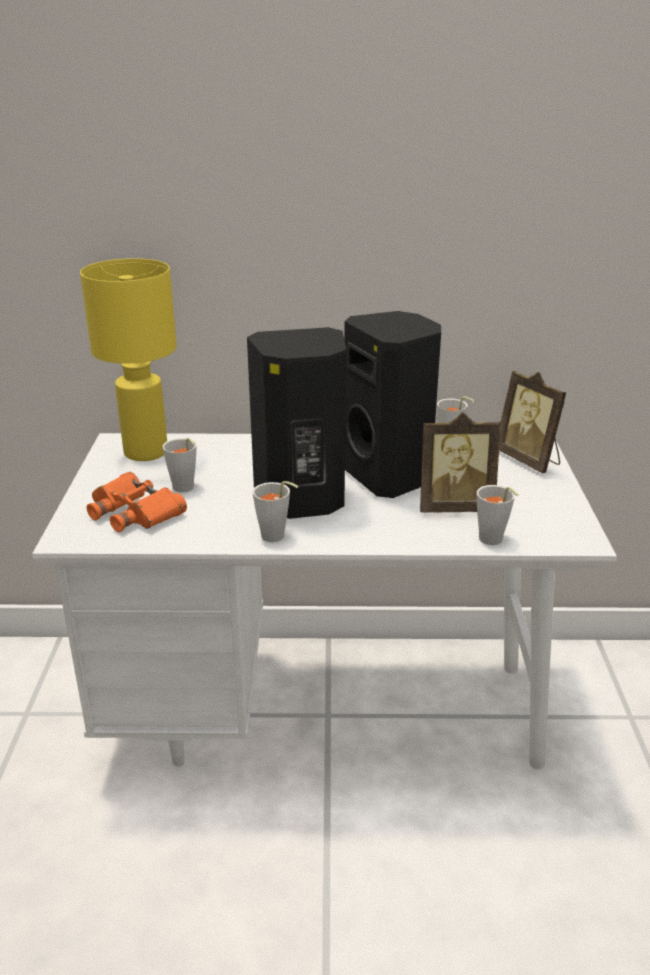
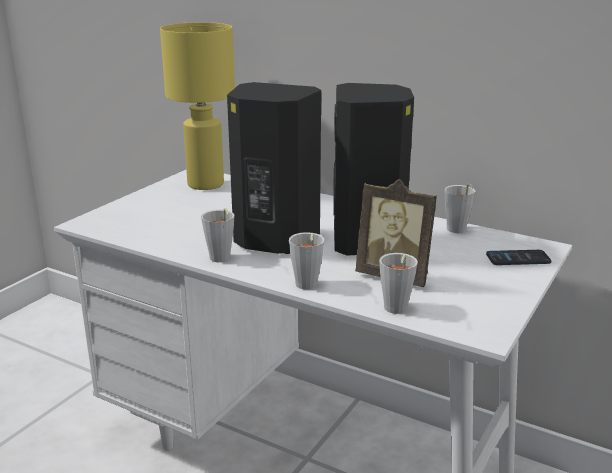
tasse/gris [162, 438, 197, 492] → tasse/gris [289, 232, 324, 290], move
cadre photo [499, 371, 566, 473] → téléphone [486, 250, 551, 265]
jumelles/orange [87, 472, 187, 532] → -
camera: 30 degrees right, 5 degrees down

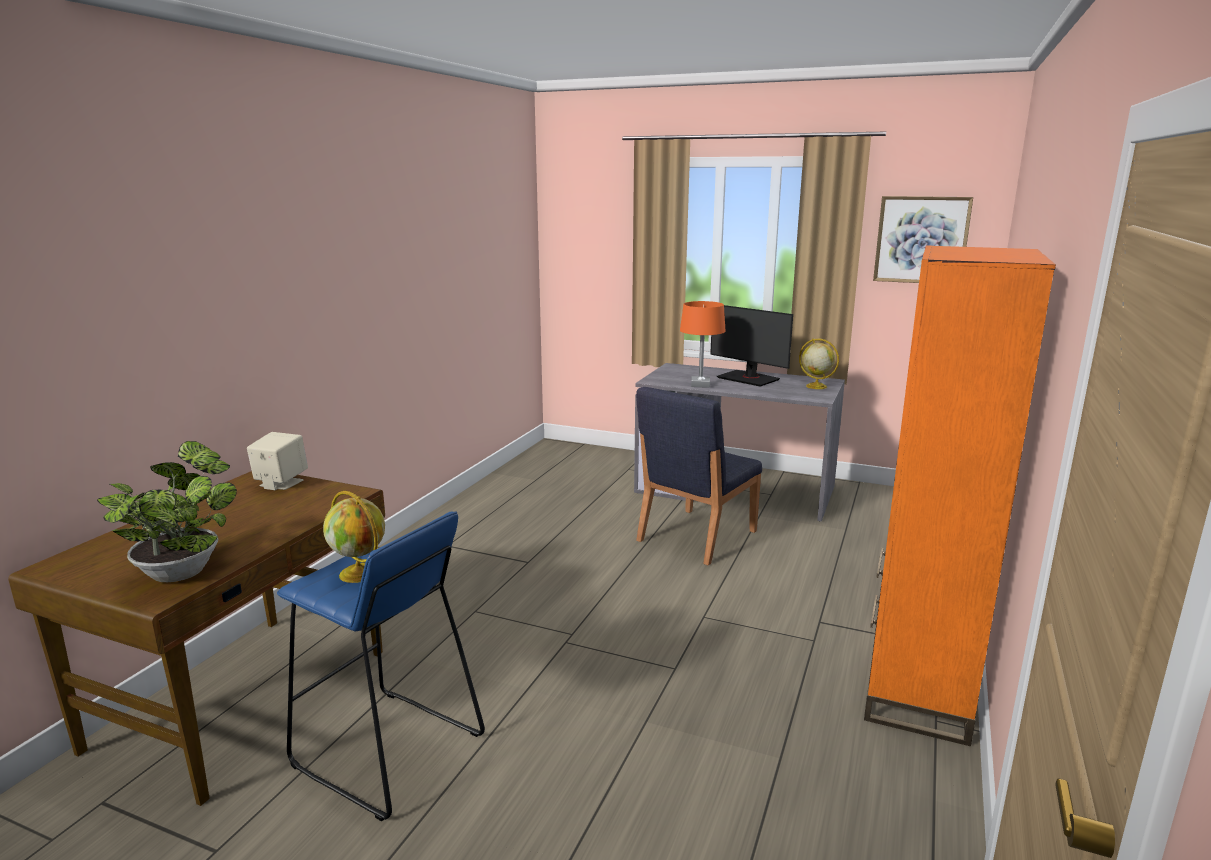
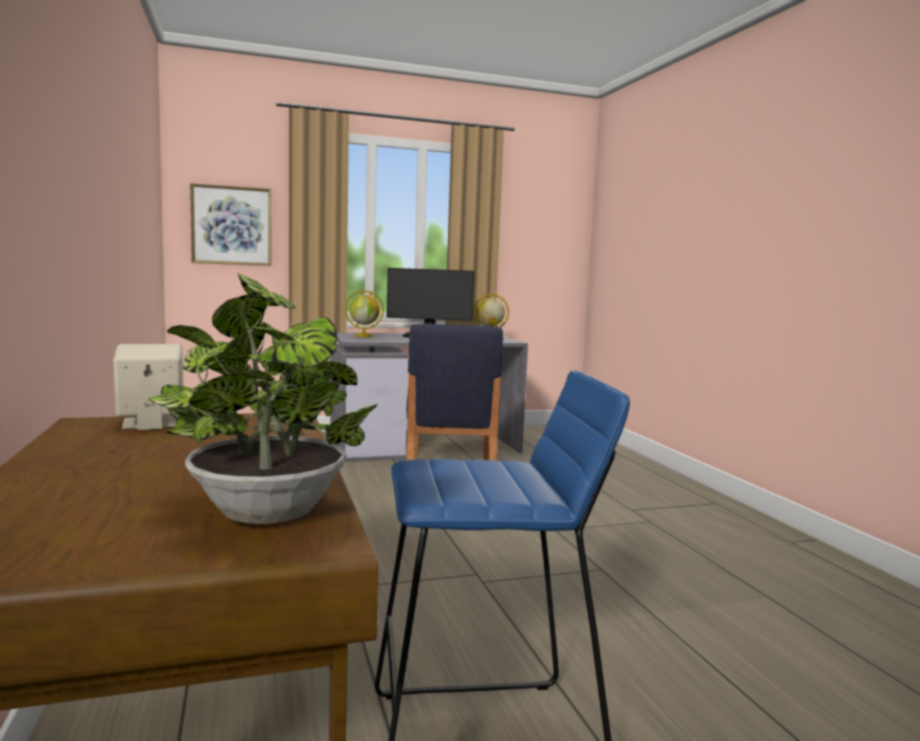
tableau [873, 196, 973, 283] → tableau [190, 183, 272, 266], move
globe [323, 491, 385, 583] → globe [345, 290, 384, 337], move
lampe de table/orange [680, 301, 726, 388] → -
bibliothèque/orange [864, 245, 1056, 746] → -
camera: 40 degrees left, 10 degrees down

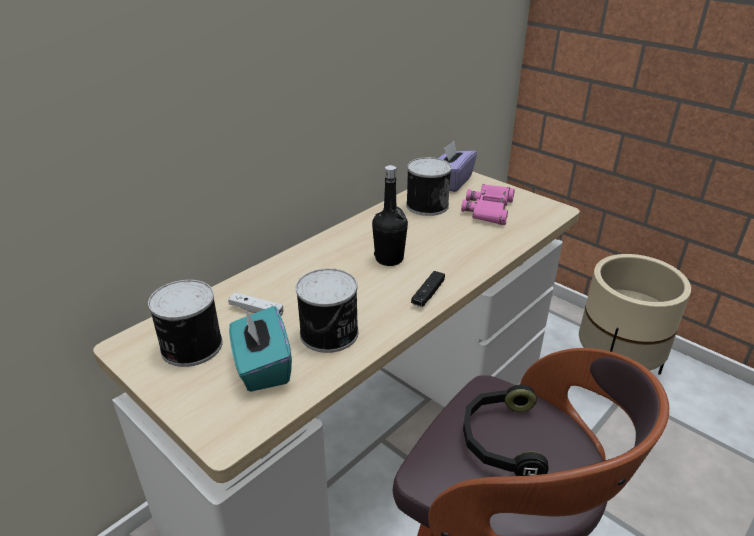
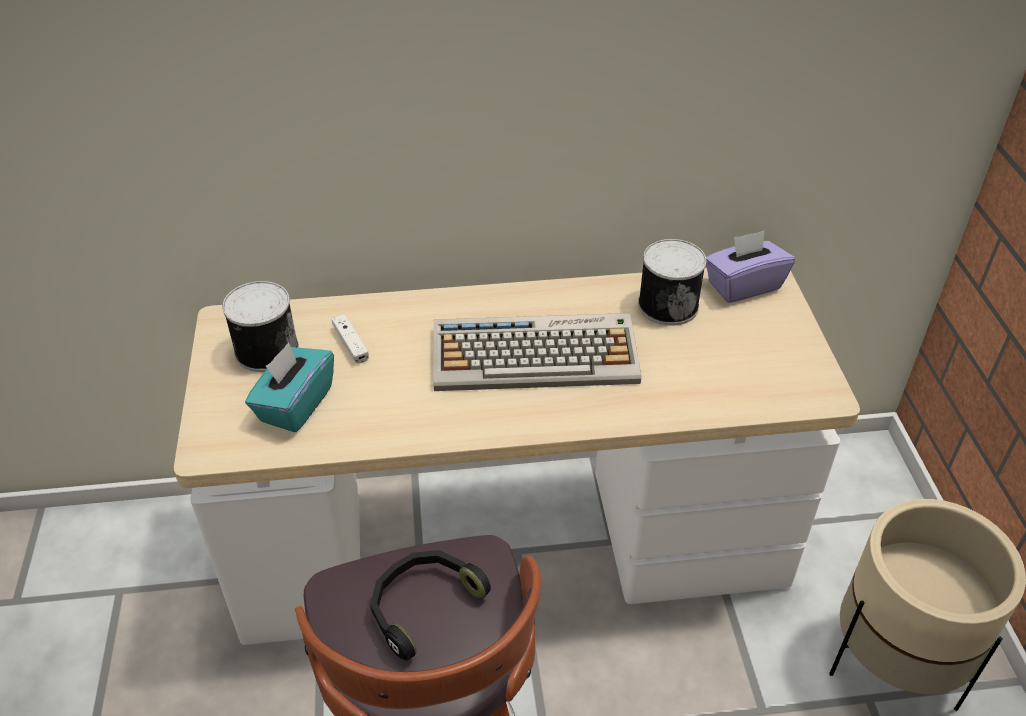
bouteille/noir [372, 165, 408, 266] → clavier [433, 313, 641, 391]
boîte métallique [296, 268, 359, 353] → -
manette/noir [411, 271, 445, 307] → -
jumelles/rose [461, 184, 515, 225] → -
camera: 40 degrees right, 10 degrees up

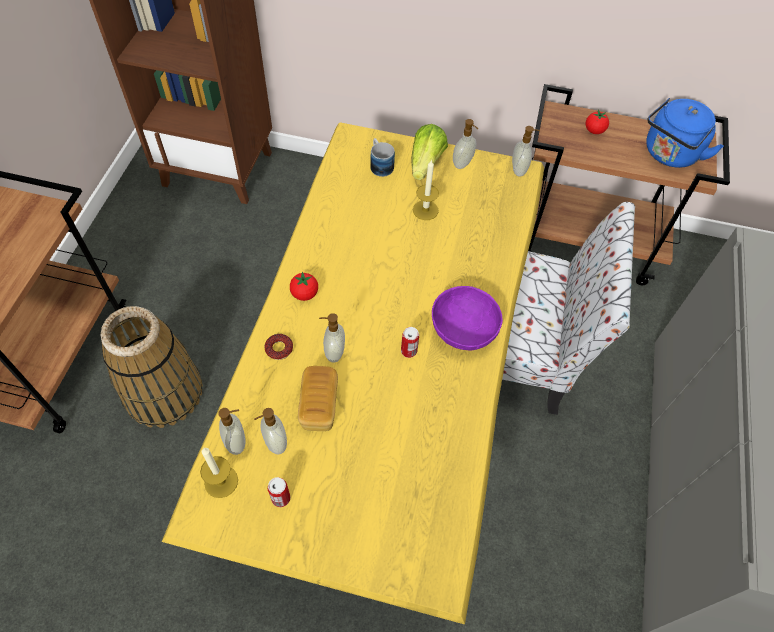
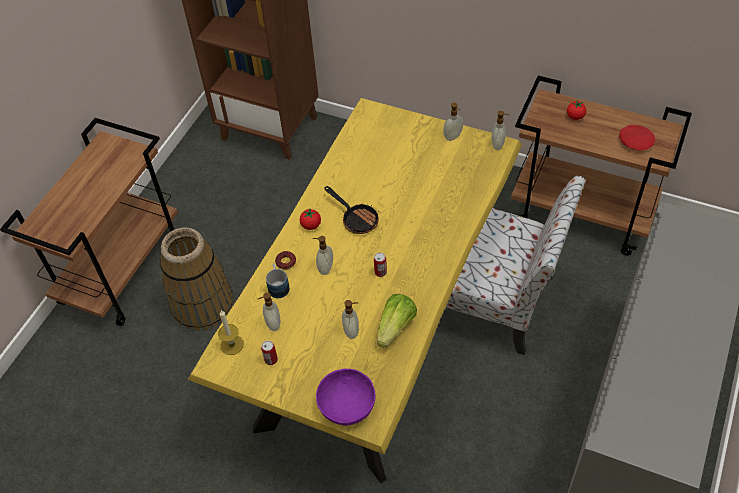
mug [370, 138, 395, 177] → mug [266, 263, 290, 298], move
bol/violet [432, 286, 503, 350] → bol/violet [316, 369, 376, 426], move
- → poêle [324, 186, 379, 234]
distributeur de savon [218, 408, 245, 455] → distributeur de savon [342, 300, 359, 339], move
laitue [411, 124, 448, 180] → laitue [377, 294, 417, 348], move
bouilloire/bleu [646, 98, 724, 168] → assiette/rouge [619, 125, 655, 150]
pain [298, 366, 338, 431] → -
bougie [413, 159, 439, 220] → -
camera: 15 degrees right, 5 degrees down

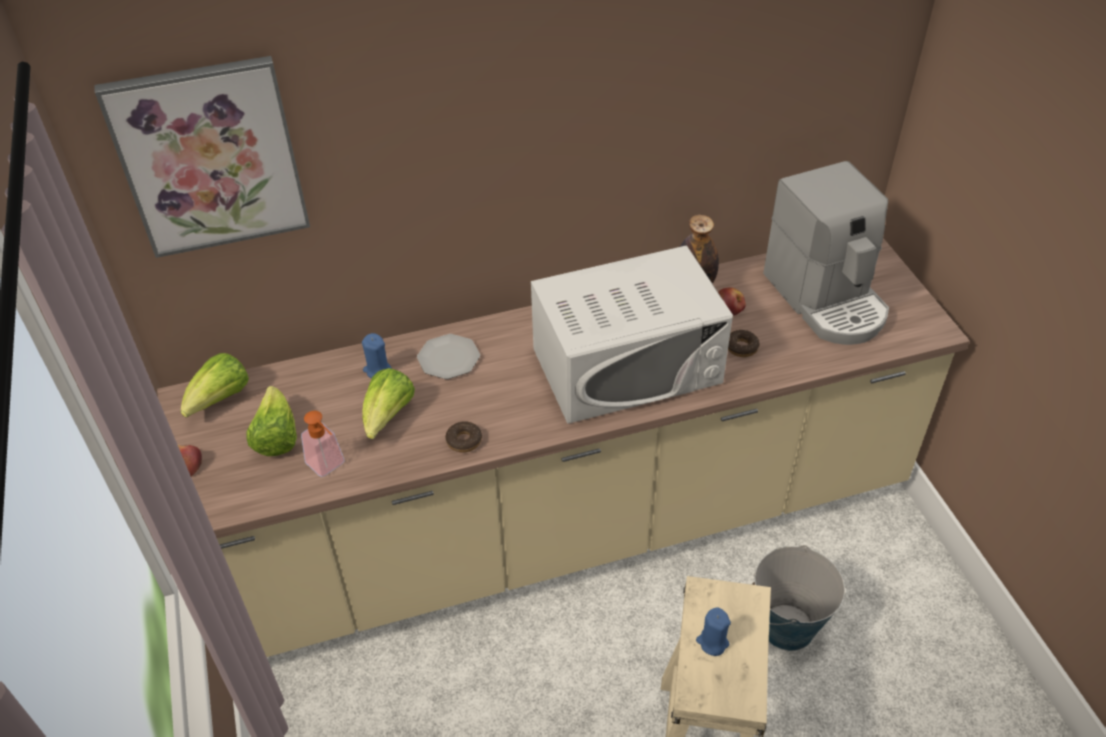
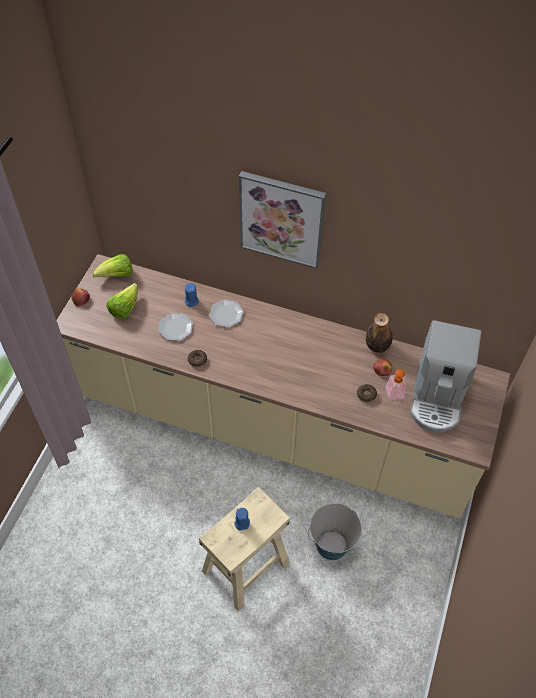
laitue [362, 368, 415, 439] → assiette [158, 313, 193, 341]
tableau [94, 56, 310, 258] → tableau [239, 171, 326, 269], move
distributeur de savon [301, 410, 345, 477] → distributeur de savon [386, 369, 406, 400], move
micro-ondes/blanc [531, 245, 733, 424] → -
camera: 35 degrees right, 10 degrees up

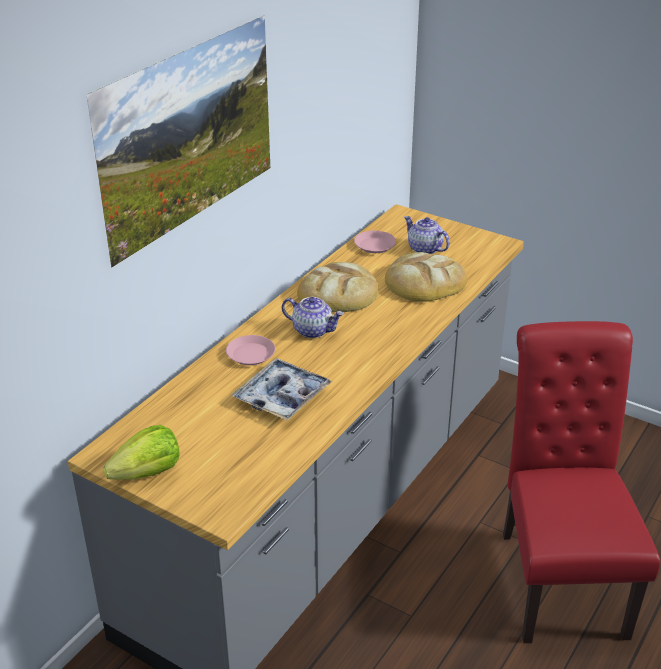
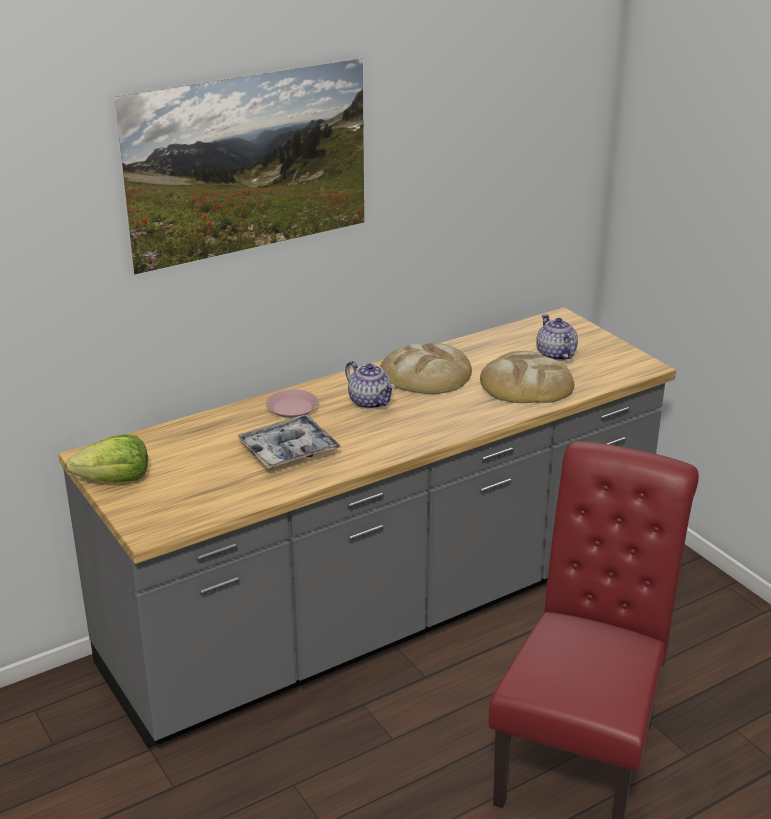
assiette/rose [354, 231, 396, 253] → -
camera: 25 degrees right, 5 degrees down

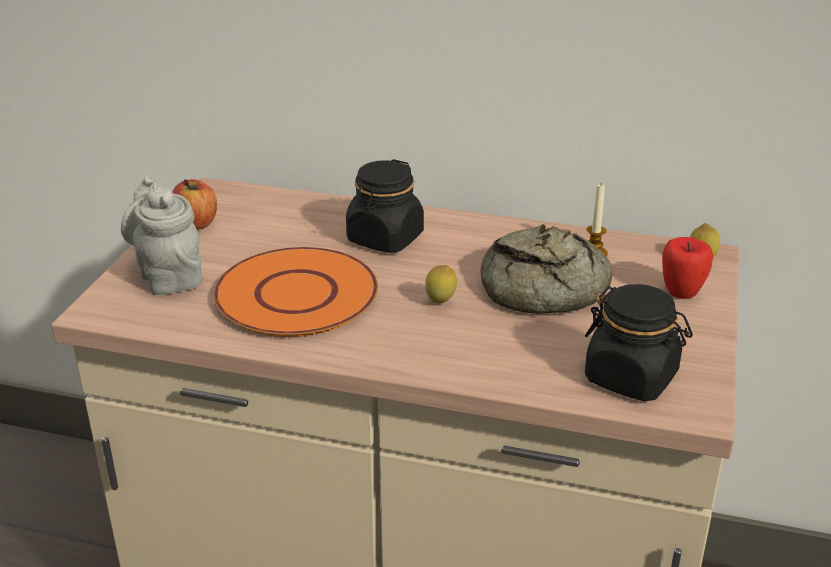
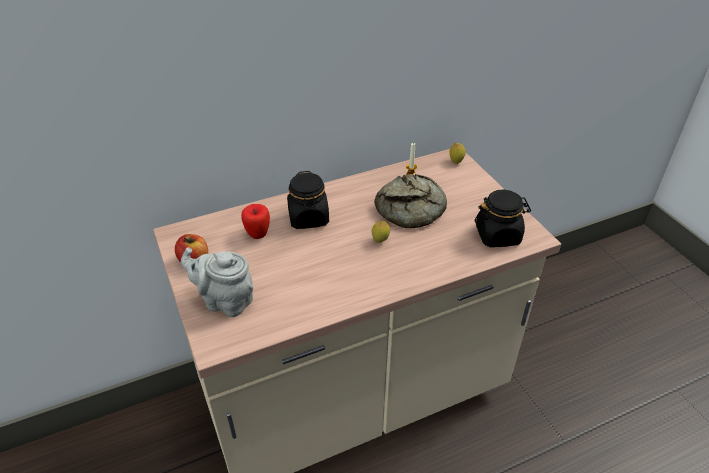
pomme [662, 237, 713, 299] → pomme [241, 204, 270, 239], move
assiette/orange [213, 247, 378, 337] → -
camera: 40 degrees left, 10 degrees up

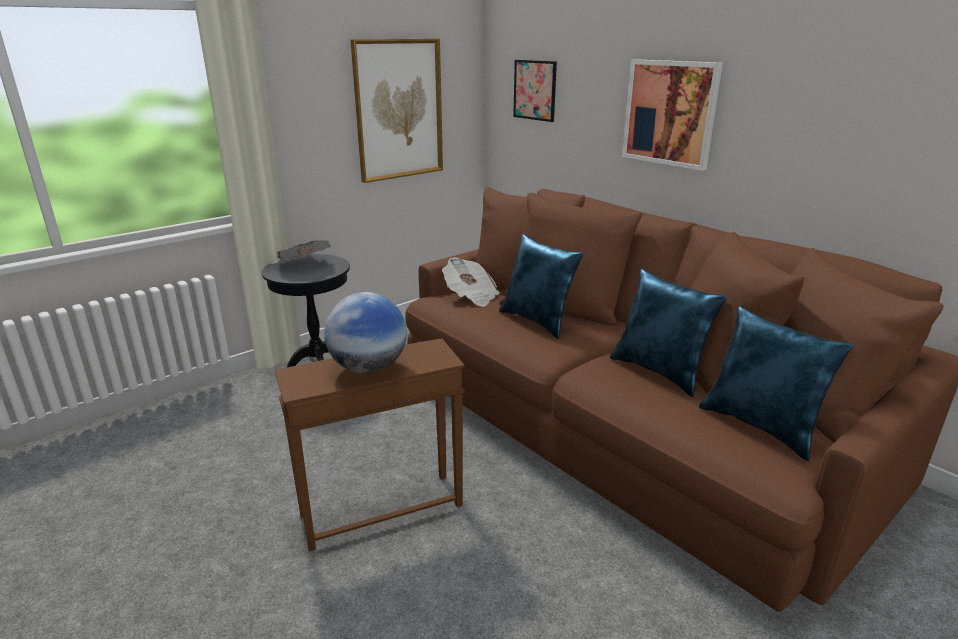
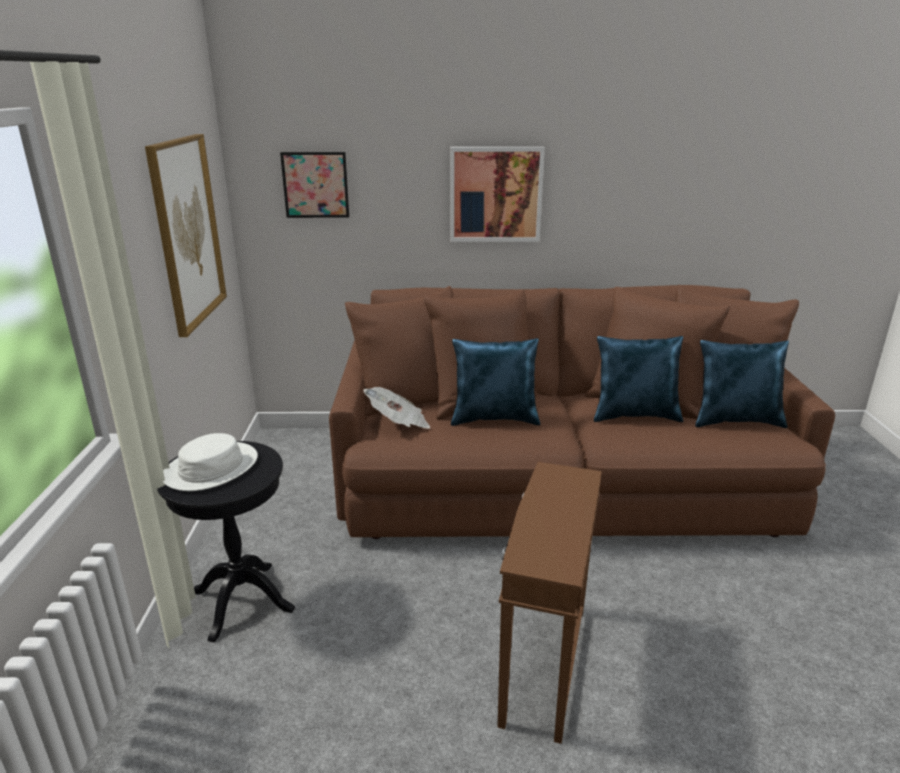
journal [277, 240, 330, 259] → chapeau/blanc [163, 433, 258, 491]
globe [324, 292, 407, 374] → -
camera: 50 degrees left, 0 degrees up

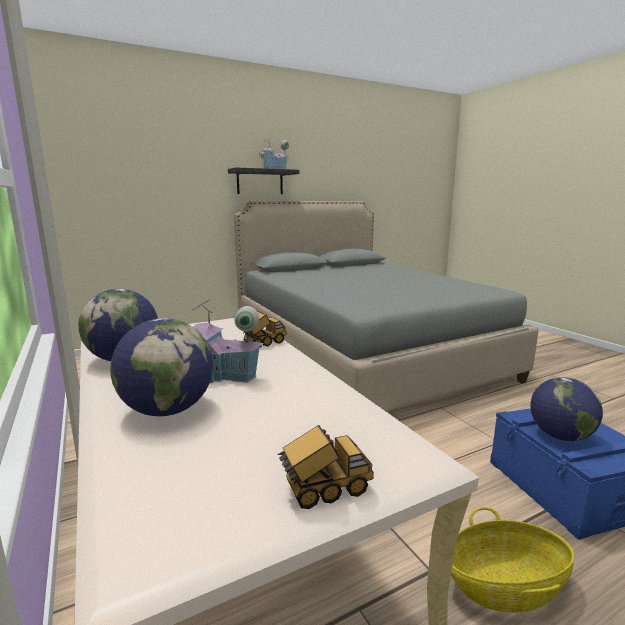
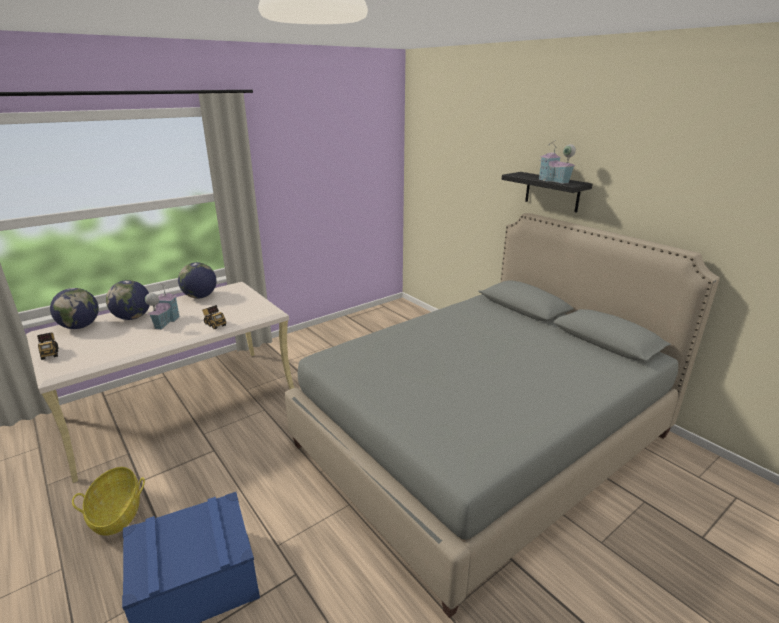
globe [530, 377, 603, 441] → globe [50, 288, 99, 329], move
camera: 80 degrees right, 10 degrees up

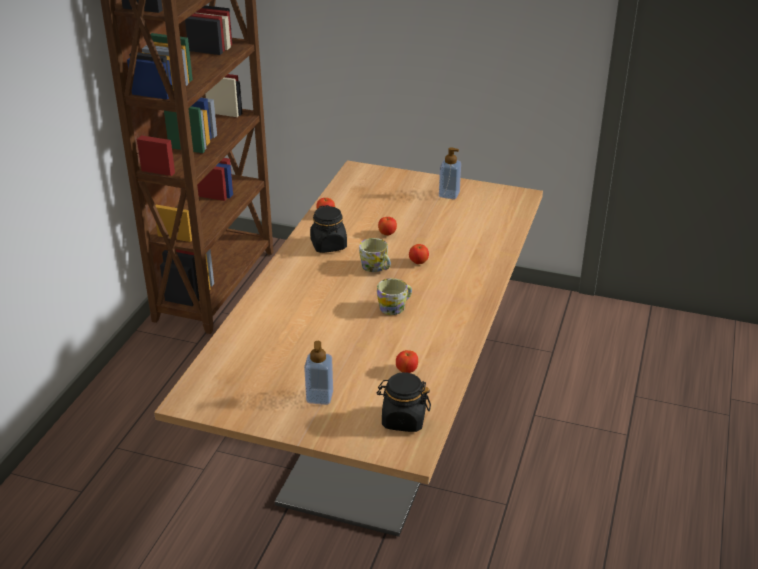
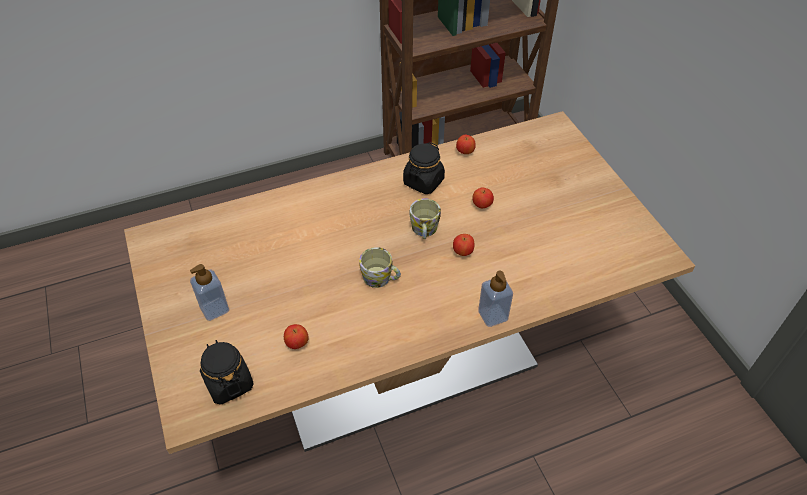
distributeur de savon [439, 147, 461, 199] → distributeur de savon [478, 271, 513, 327], move
camera: 50 degrees right, 15 degrees up

